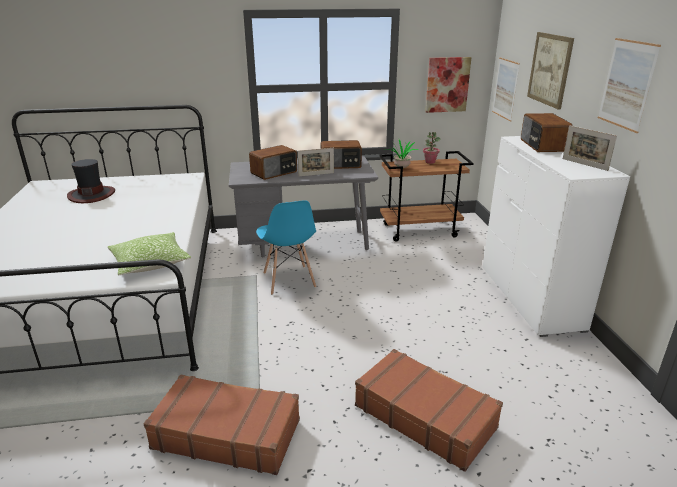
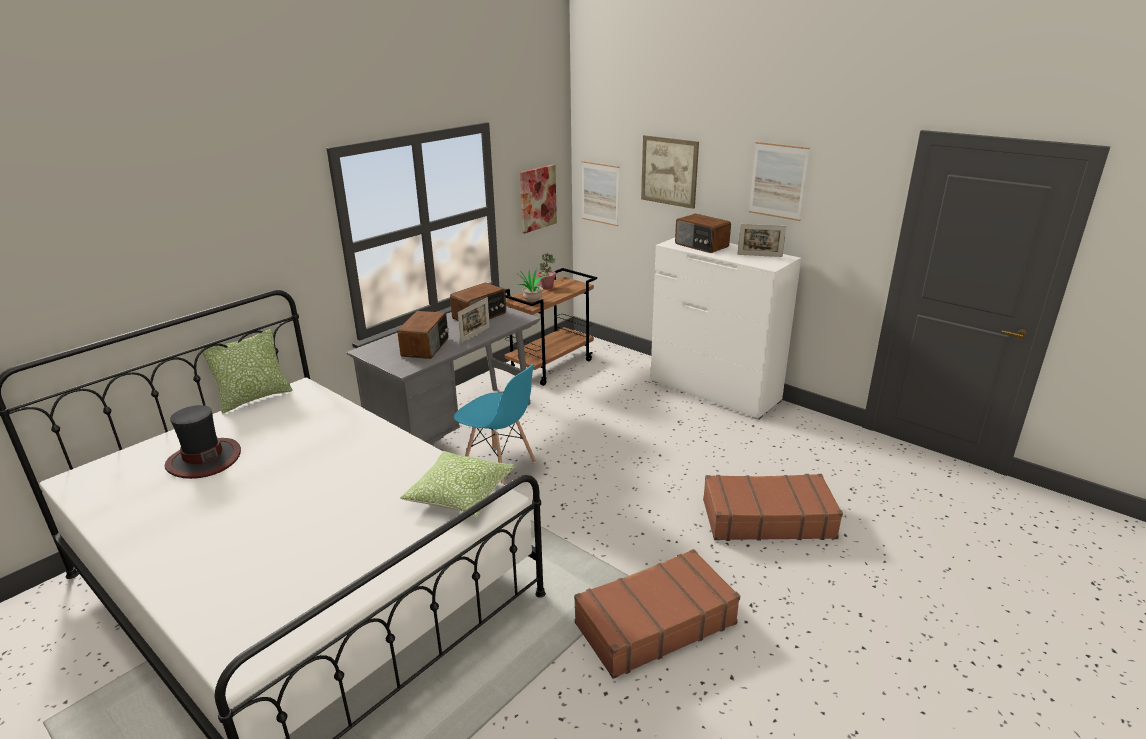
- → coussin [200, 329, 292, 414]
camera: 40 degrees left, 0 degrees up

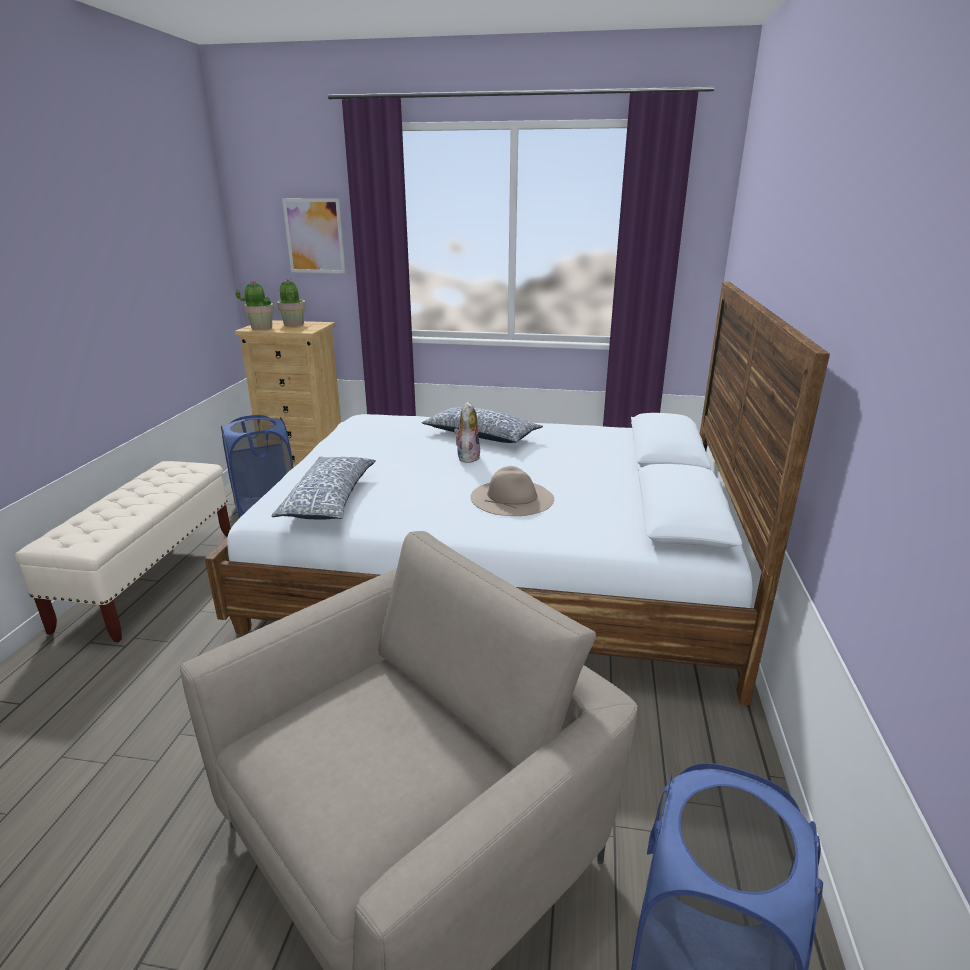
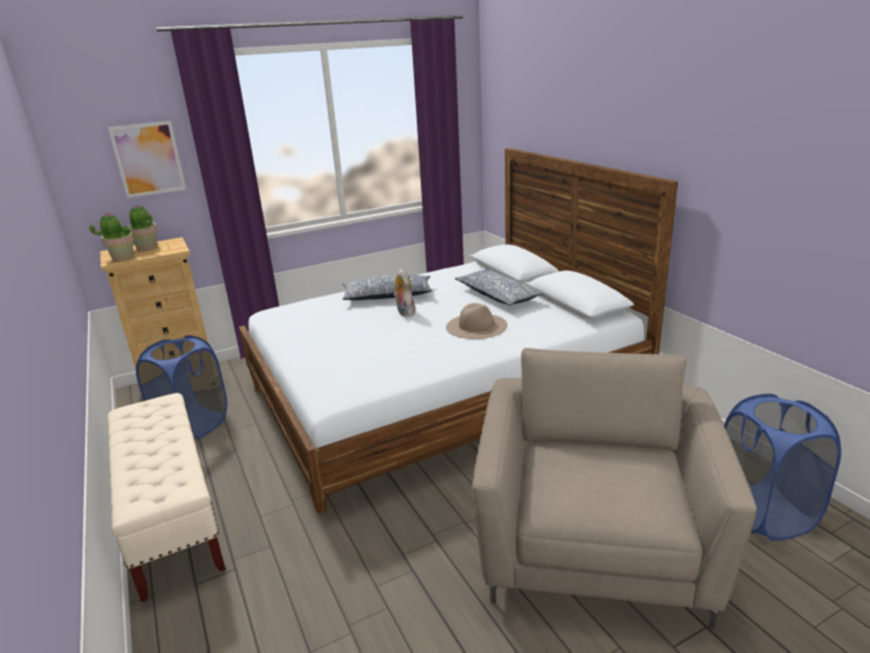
coussin [271, 457, 376, 520] → coussin [455, 270, 544, 306], move
camera: 35 degrees left, 0 degrees up

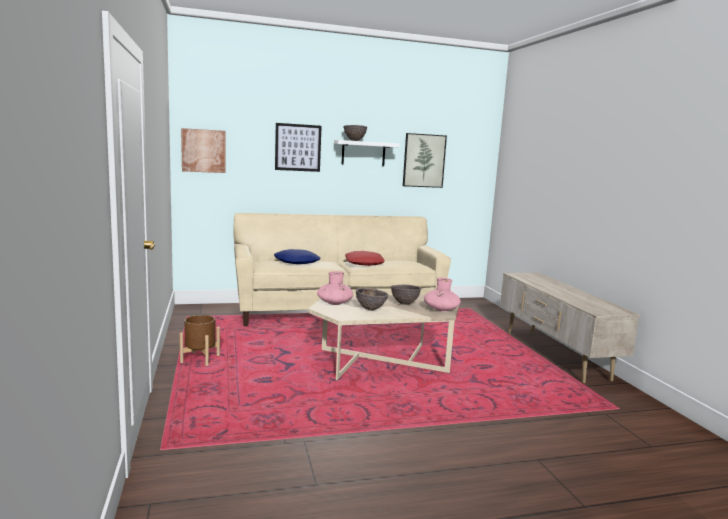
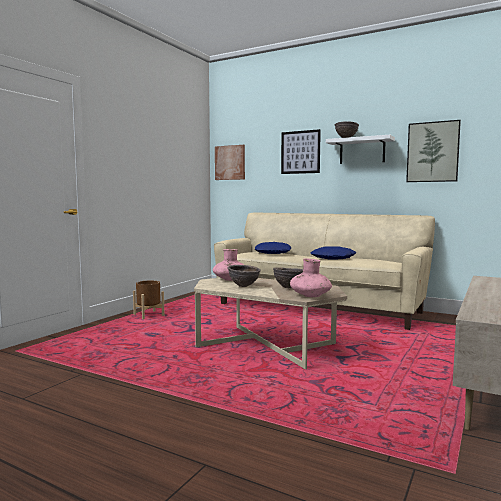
coussin/rouge [345, 251, 385, 266] → coussin/bleu [311, 246, 357, 260]
camera: 45 degrees right, 5 degrees down

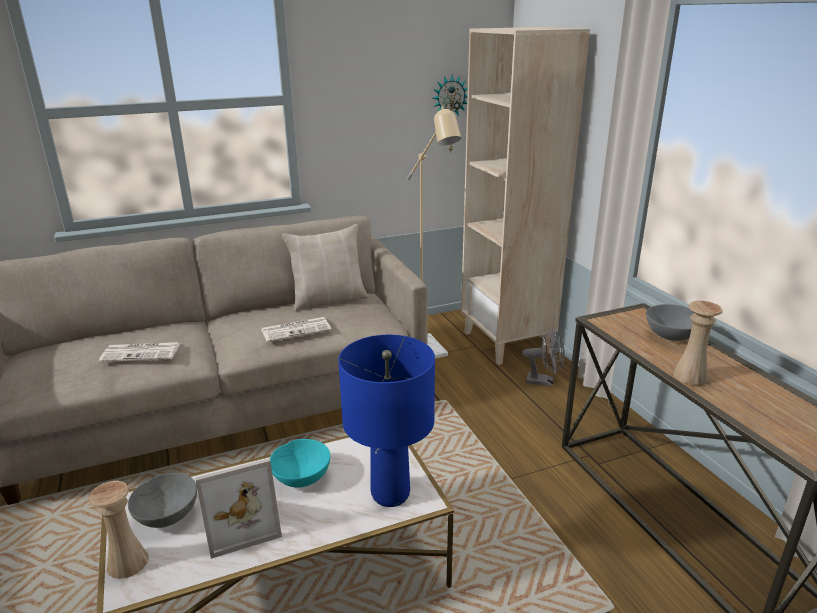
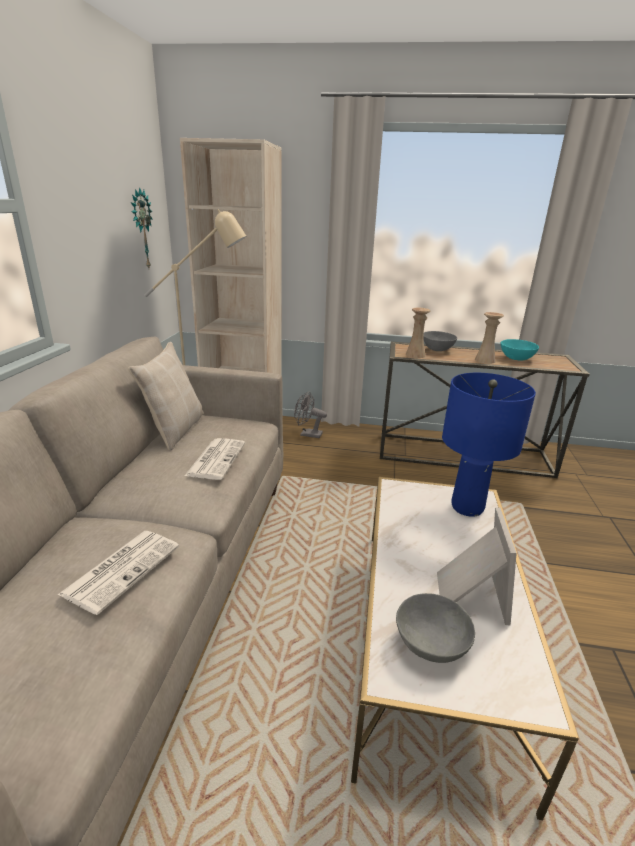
ventilateur/gris [522, 329, 565, 387] → ventilateur/gris [294, 391, 327, 438], 120 degrees counterclockwise
vase/beige [89, 481, 149, 579] → vase/beige [406, 308, 431, 358], move
bol/turquoise [270, 439, 330, 488] → bol/turquoise [501, 339, 539, 361], move
camera: 60 degrees left, 0 degrees up

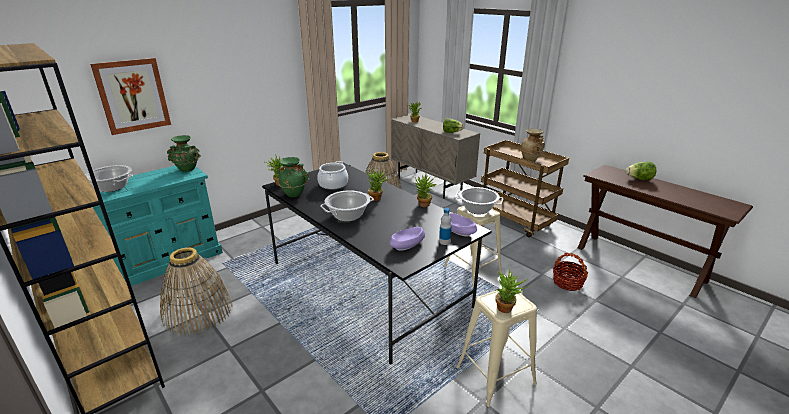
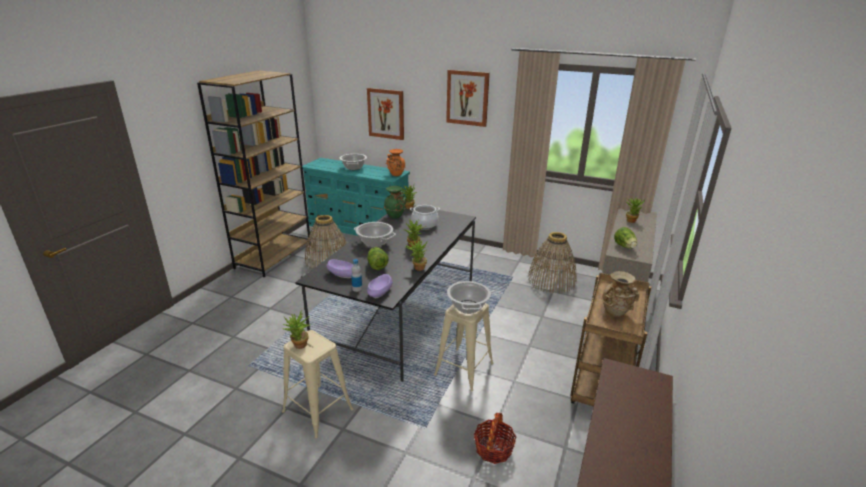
laitue [626, 161, 656, 180] → laitue [368, 247, 389, 270], move
vase/vert [167, 135, 201, 172] → vase/orange [386, 149, 406, 176]
- → tableau [446, 70, 490, 127]
camera: 65 degrees right, 0 degrees up

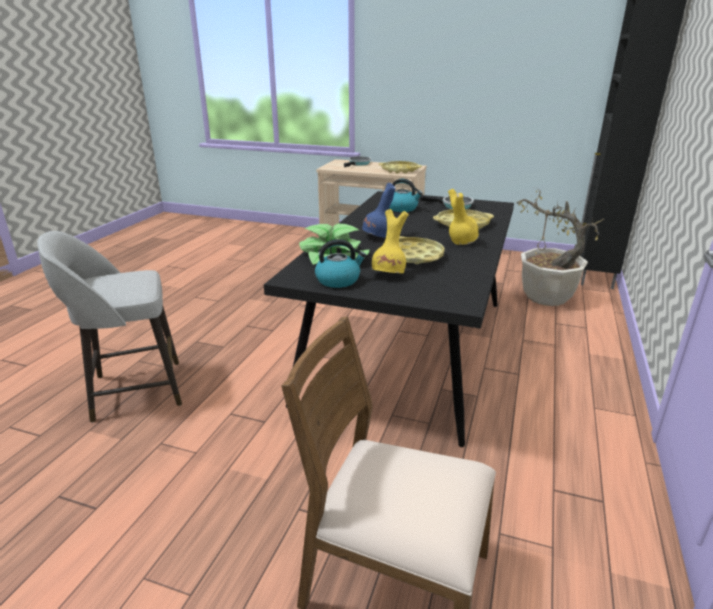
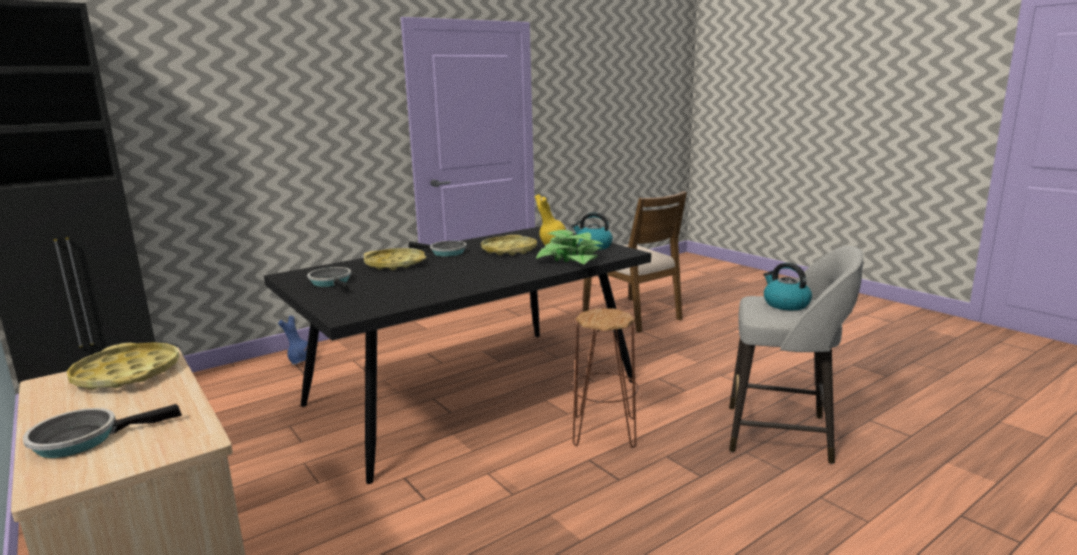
vase/bleu [362, 183, 396, 238] → vase/bleu [278, 316, 308, 365], move
vase/jaune [448, 189, 479, 245] → poêle [408, 241, 466, 257]
- → tabouret/marron [572, 308, 638, 448]
bouilloire [389, 179, 423, 212] → bouilloire [764, 262, 812, 310], move
plante en pot [517, 187, 604, 306] → -
camera: 145 degrees left, 10 degrees down

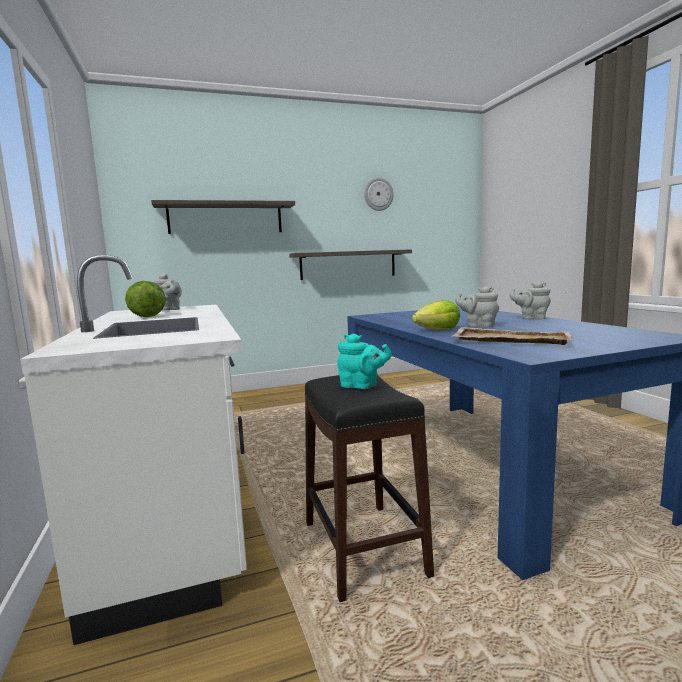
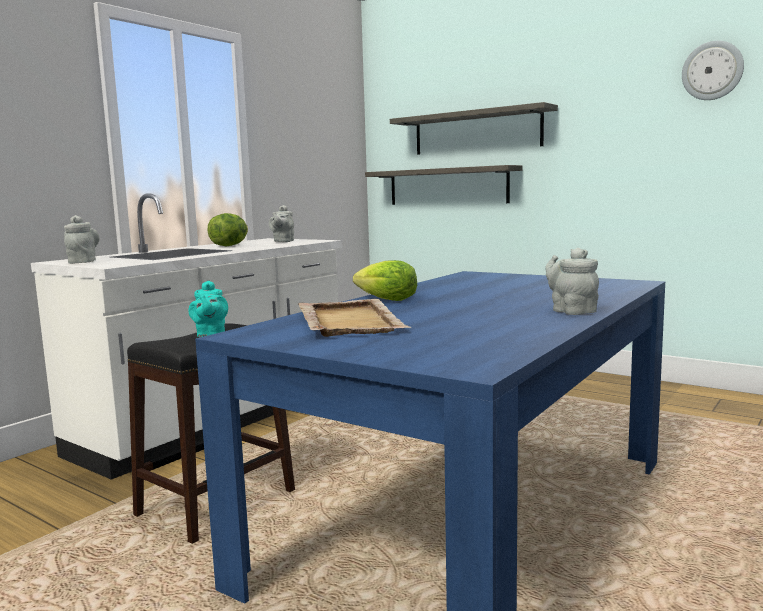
théière/gris [455, 286, 499, 327] → théière/gris [64, 215, 100, 264], move
étagère [289, 249, 412, 280] → étagère [365, 165, 523, 205], move
camera: 55 degrees right, 0 degrees up

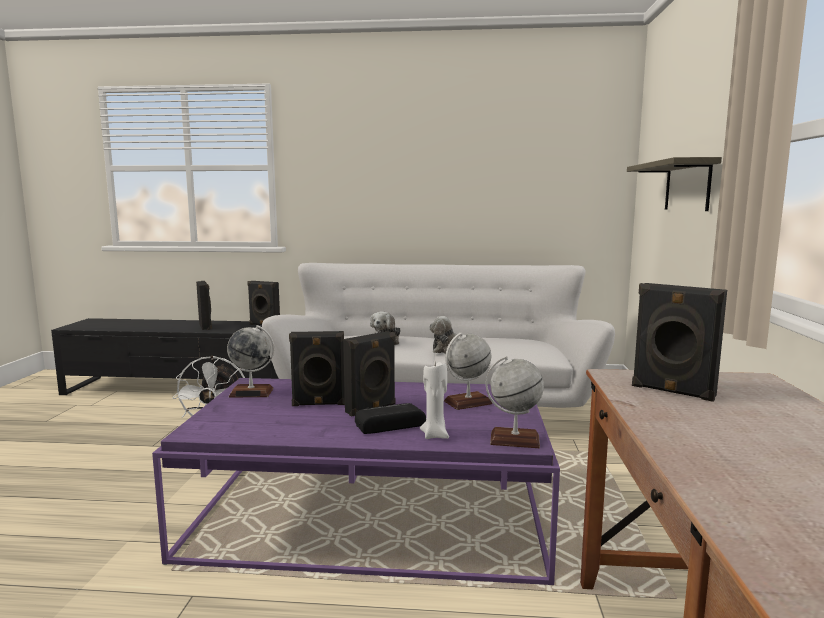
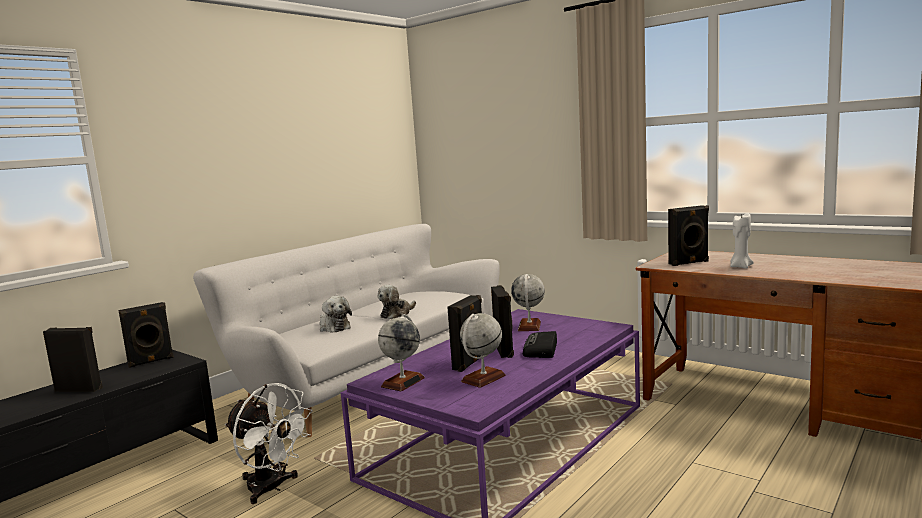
globe [486, 356, 544, 448] → globe [460, 313, 506, 388], move
bougie/blanc [420, 362, 449, 439] → bougie/blanc [730, 213, 754, 269], move
étagère [627, 157, 722, 211] → -
camera: 55 degrees left, 0 degrees up

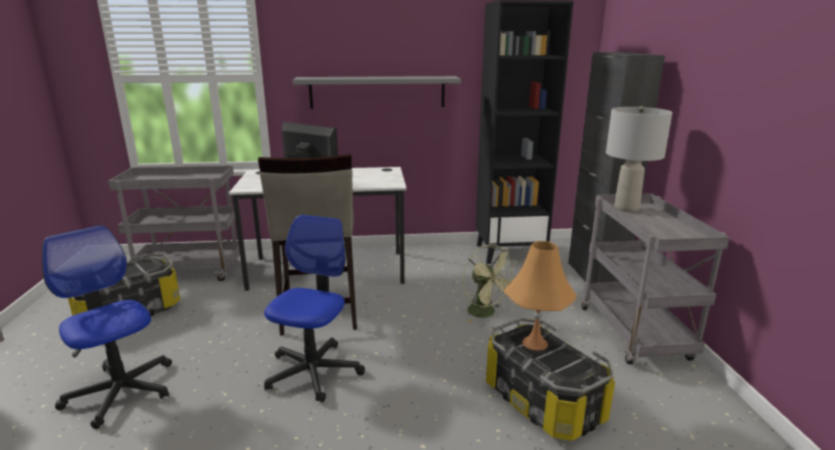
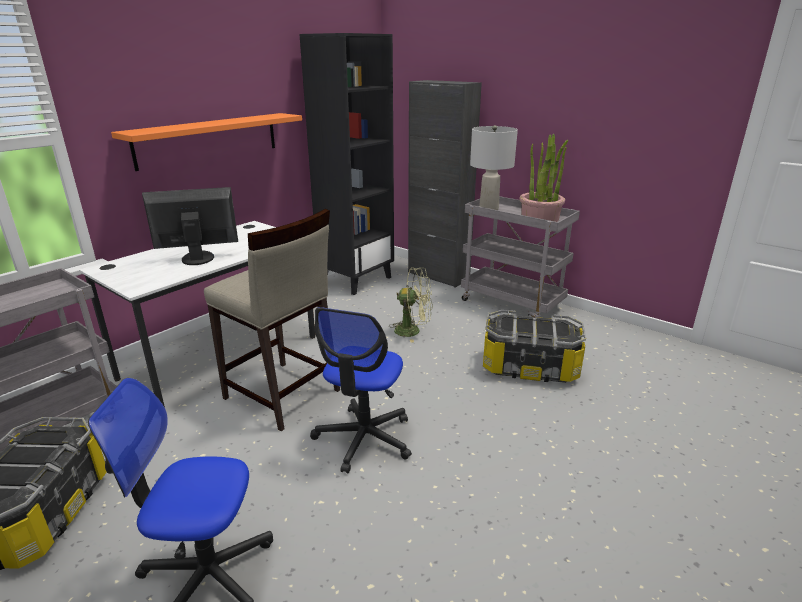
étagère/gris [293, 76, 461, 109] → étagère/orange [111, 113, 302, 171]
chaise de bureau [264, 215, 365, 402] → chaise de bureau [310, 307, 412, 473], 135 degrees counterclockwise
- → plante en pot [520, 134, 568, 222]
lampe de table/orange [504, 241, 577, 351] → -
camera: 45 degrees left, 5 degrees up

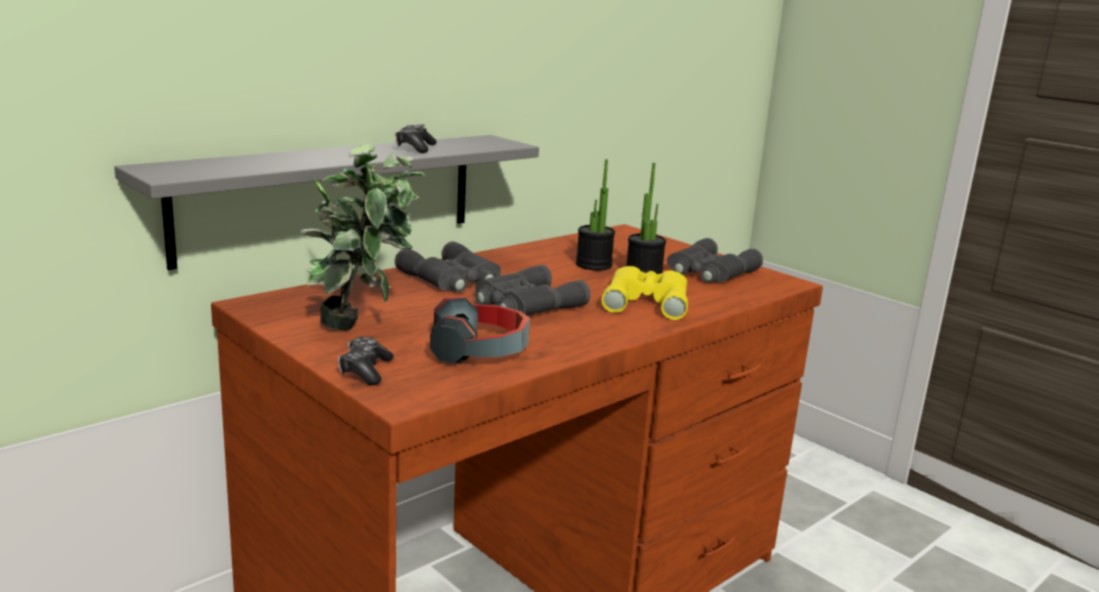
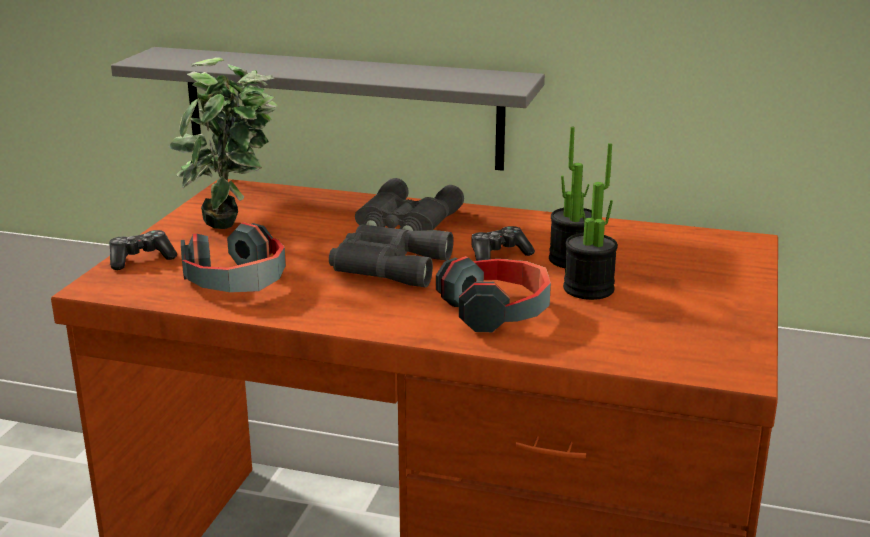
jumelles/jaune [602, 266, 688, 320] → casque audio [436, 256, 551, 332]
manette [395, 124, 437, 153] → manette [472, 226, 535, 261], move
jumelles/gris [667, 238, 763, 283] → -
camera: 60 degrees right, 5 degrees up

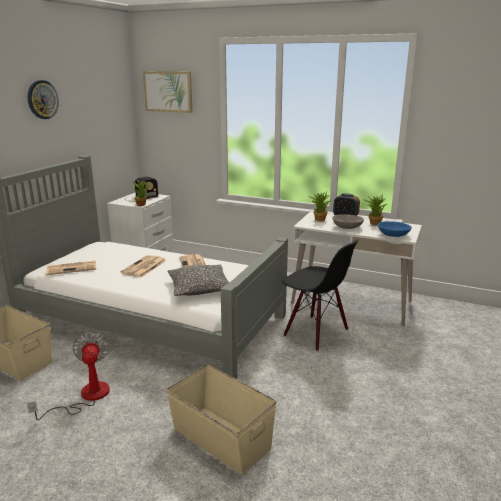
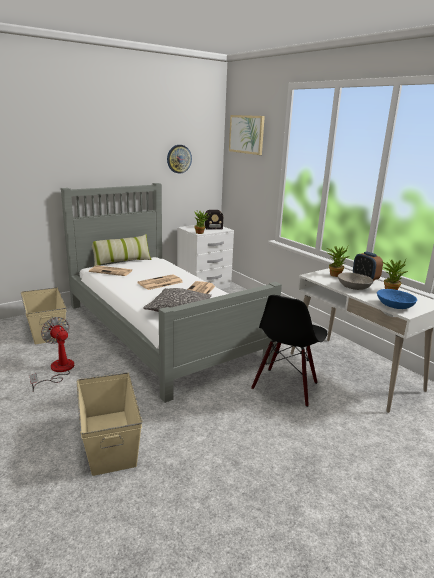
ventilateur [27, 332, 110, 420] → ventilateur [30, 317, 74, 392], 60 degrees counterclockwise
- → coussin [92, 234, 152, 266]
horloge murale [28, 80, 59, 119] → horloge murale [167, 145, 192, 174], move
chaise/noir [282, 239, 359, 351] → chaise/noir [251, 295, 327, 407], 45 degrees clockwise
camera: 30 degrees right, 0 degrees up

